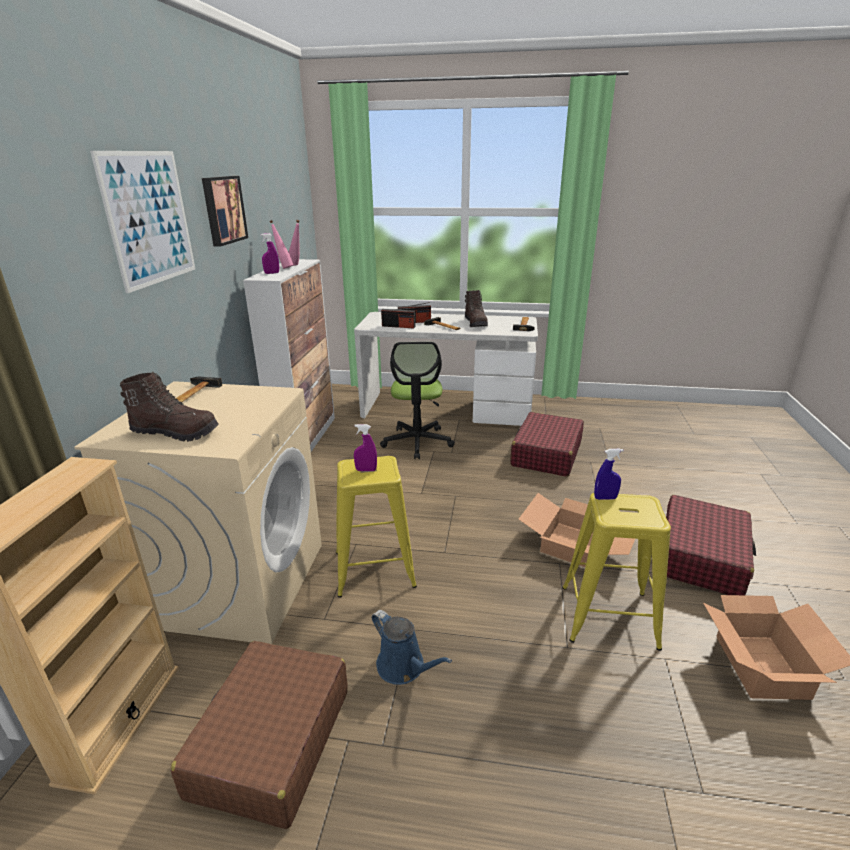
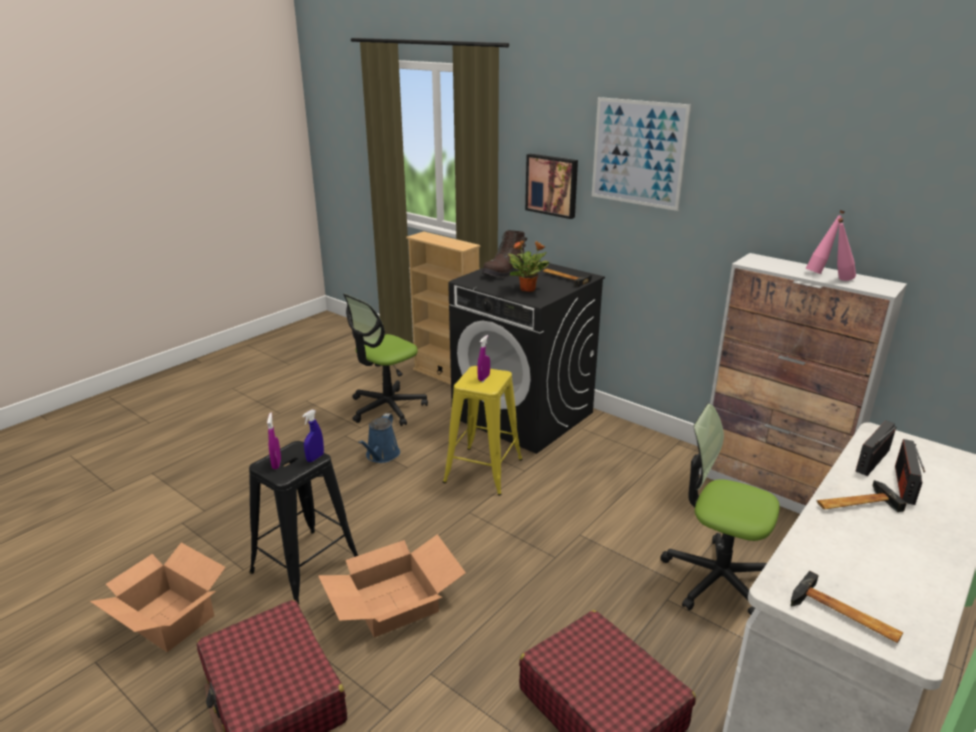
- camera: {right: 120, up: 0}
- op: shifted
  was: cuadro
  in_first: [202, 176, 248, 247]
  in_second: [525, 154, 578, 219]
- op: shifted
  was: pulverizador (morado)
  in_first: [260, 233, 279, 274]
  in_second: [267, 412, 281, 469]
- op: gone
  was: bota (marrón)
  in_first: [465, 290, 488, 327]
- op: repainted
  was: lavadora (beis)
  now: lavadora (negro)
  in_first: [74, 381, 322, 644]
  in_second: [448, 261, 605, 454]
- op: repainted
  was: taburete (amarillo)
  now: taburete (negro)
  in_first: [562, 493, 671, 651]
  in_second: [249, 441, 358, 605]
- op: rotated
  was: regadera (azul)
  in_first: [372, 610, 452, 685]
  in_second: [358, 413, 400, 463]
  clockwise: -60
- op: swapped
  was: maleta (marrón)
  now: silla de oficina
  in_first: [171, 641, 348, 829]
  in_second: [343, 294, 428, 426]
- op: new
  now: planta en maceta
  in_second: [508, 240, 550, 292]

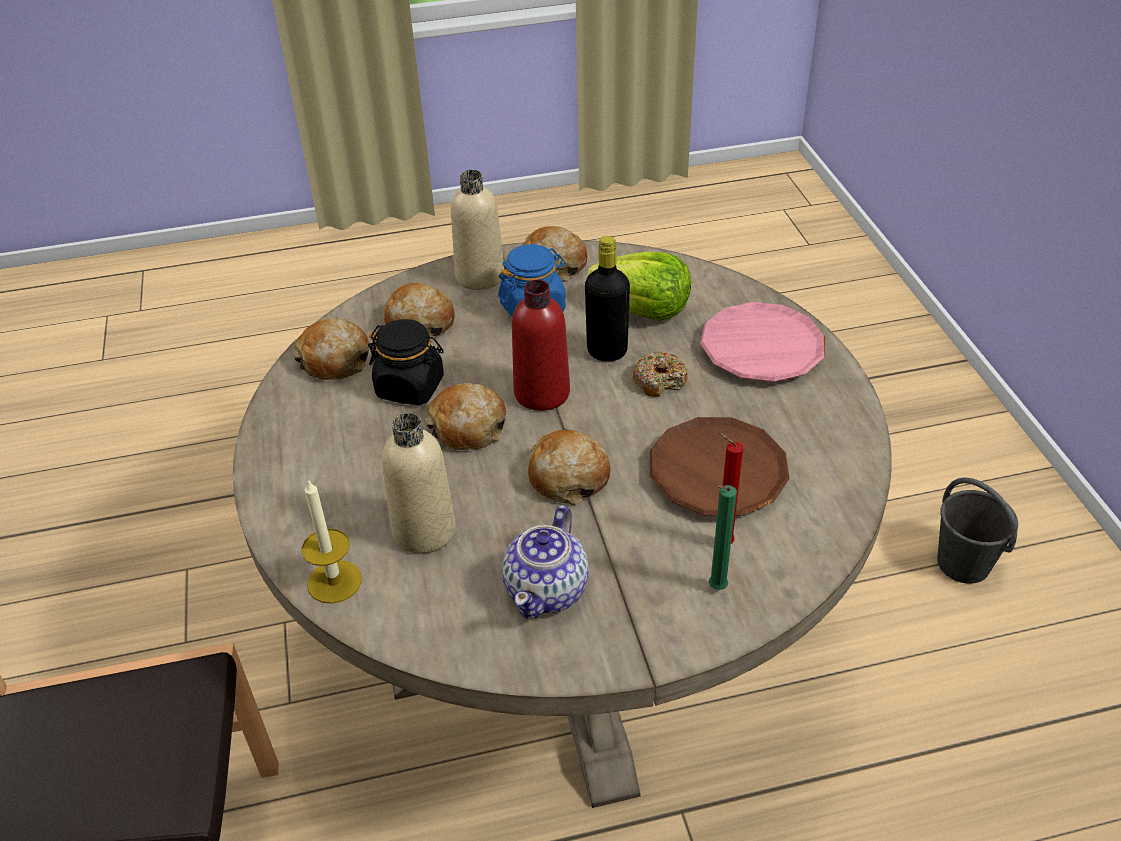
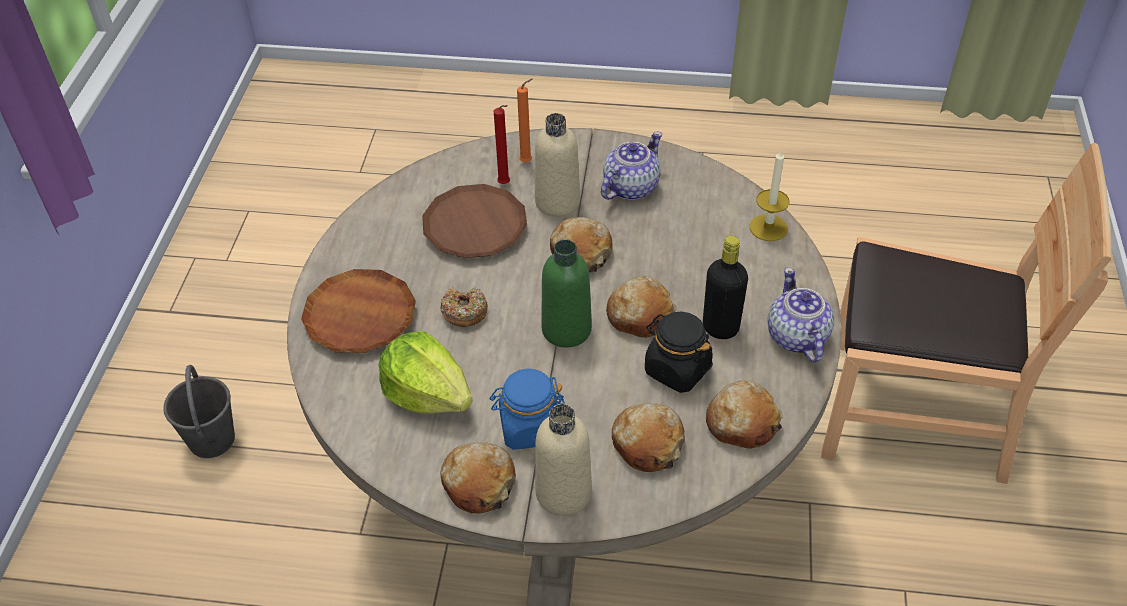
- camera: {right: -160, up: 5}
- op: shifted
  was: botella (negro)
  in_first: [585, 236, 630, 361]
  in_second: [703, 236, 748, 339]
- op: repainted
  was: botella (rojo)
  now: botella (verde)
  in_first: [512, 280, 570, 411]
  in_second: [541, 240, 592, 348]
- op: repainted
  was: plato (rosa)
  now: plato (marrón)
  in_first: [700, 302, 825, 382]
  in_second: [301, 269, 416, 353]
- op: shifted
  was: botella (beis)
  in_first: [382, 413, 456, 554]
  in_second: [535, 113, 580, 217]
- op: repainted
  was: vela (verde)
  now: vela (naranja)
  in_first: [709, 485, 737, 590]
  in_second: [517, 79, 532, 162]
- op: new
  now: tetera
  in_second: [768, 267, 834, 363]

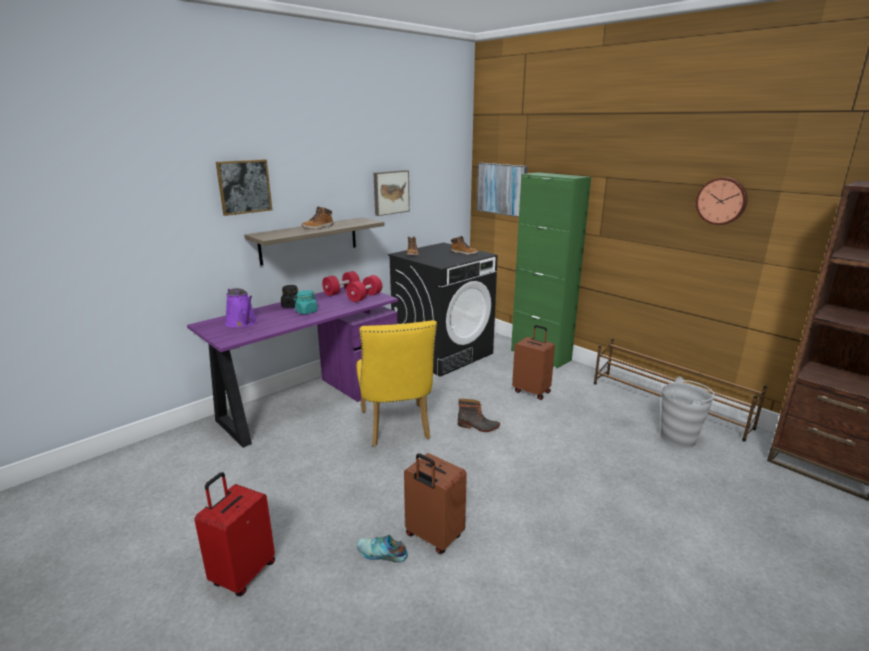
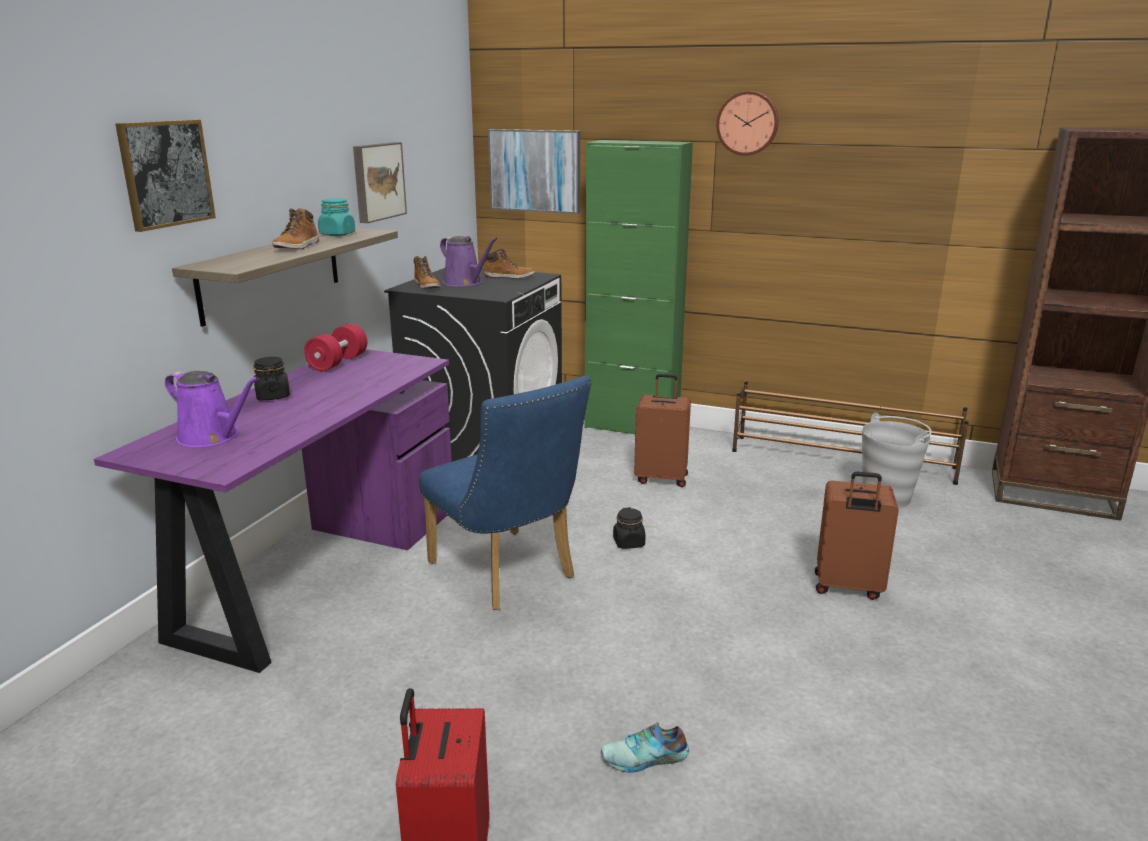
- camera: {right: -25, up: 0}
- op: shifted
  was: reloj de pared
  in_first: [696, 177, 747, 225]
  in_second: [716, 91, 779, 156]
- op: gone
  was: mancuerna (rojo)
  in_first: [346, 275, 382, 302]
- op: shifted
  was: tarro (turquesa)
  in_first: [294, 290, 318, 314]
  in_second: [318, 198, 355, 236]
- op: repainted
  was: silla (amarillo)
  now: silla (azul)
  in_first: [357, 320, 437, 446]
  in_second: [419, 376, 592, 610]
- op: swapped
  was: bota
  now: tarro (negro)
  in_first: [458, 399, 500, 432]
  in_second: [613, 507, 645, 549]
- op: shifted
  was: maleta (marrón)
  in_first: [404, 453, 467, 554]
  in_second: [815, 472, 899, 600]
- op: new
  now: regadera (morado)
  in_second: [440, 236, 498, 287]

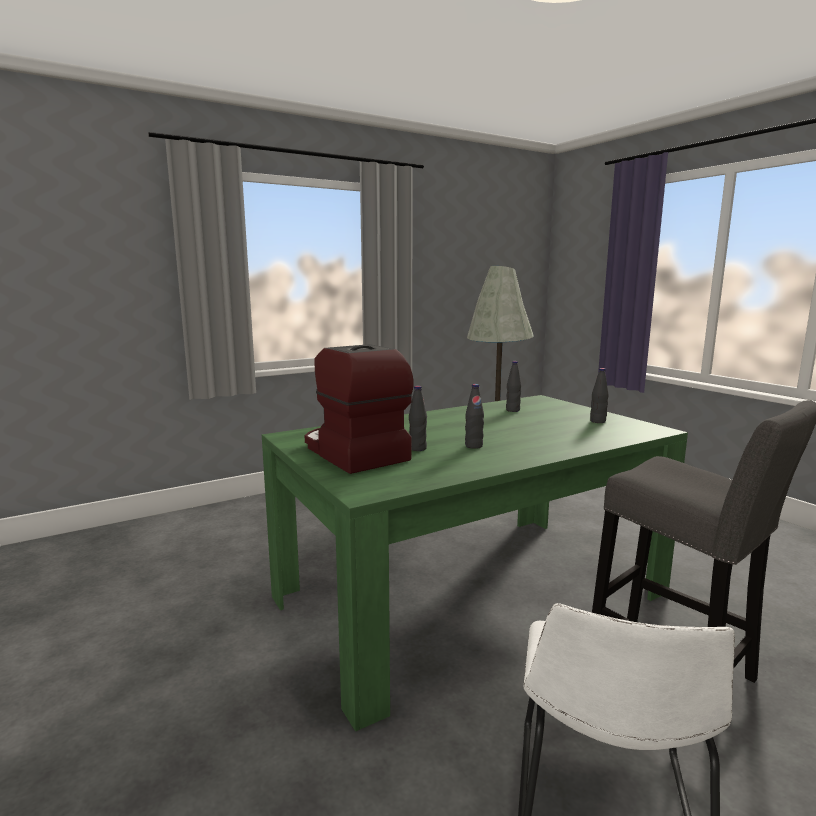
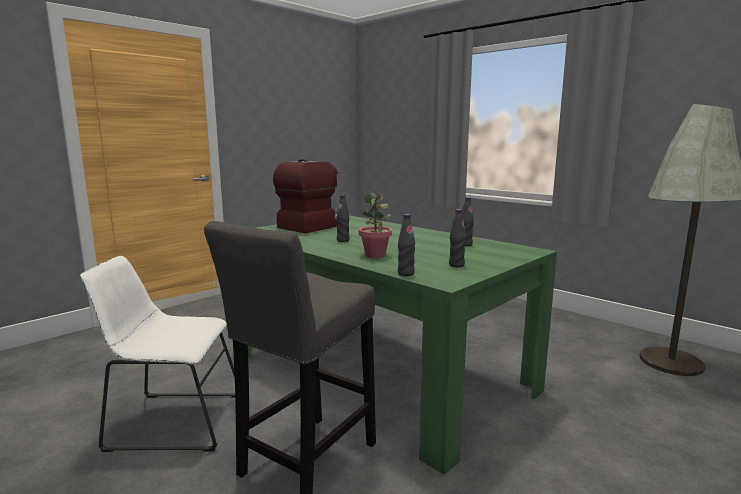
- camera: {right: 75, up: 0}
- op: shifted
  was: botella (negro)
  in_first: [409, 386, 427, 451]
  in_second: [398, 214, 415, 276]
- op: new
  now: planta en maceta
  in_second: [359, 193, 392, 258]

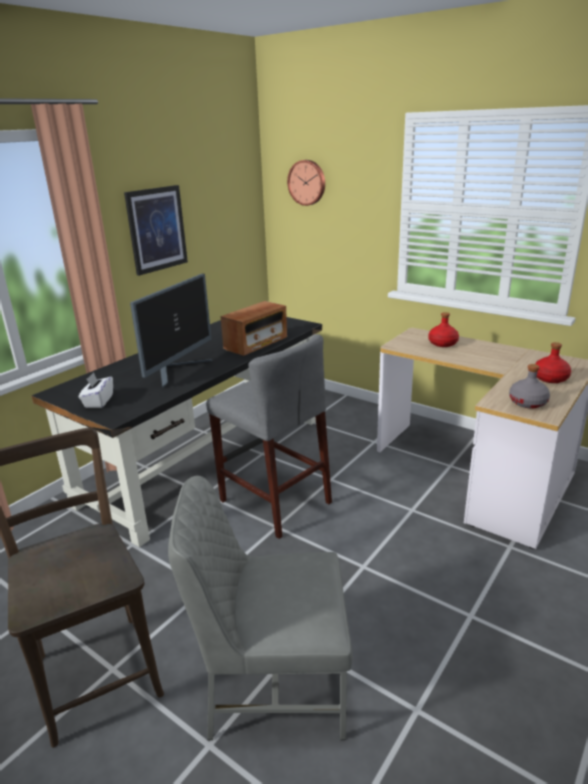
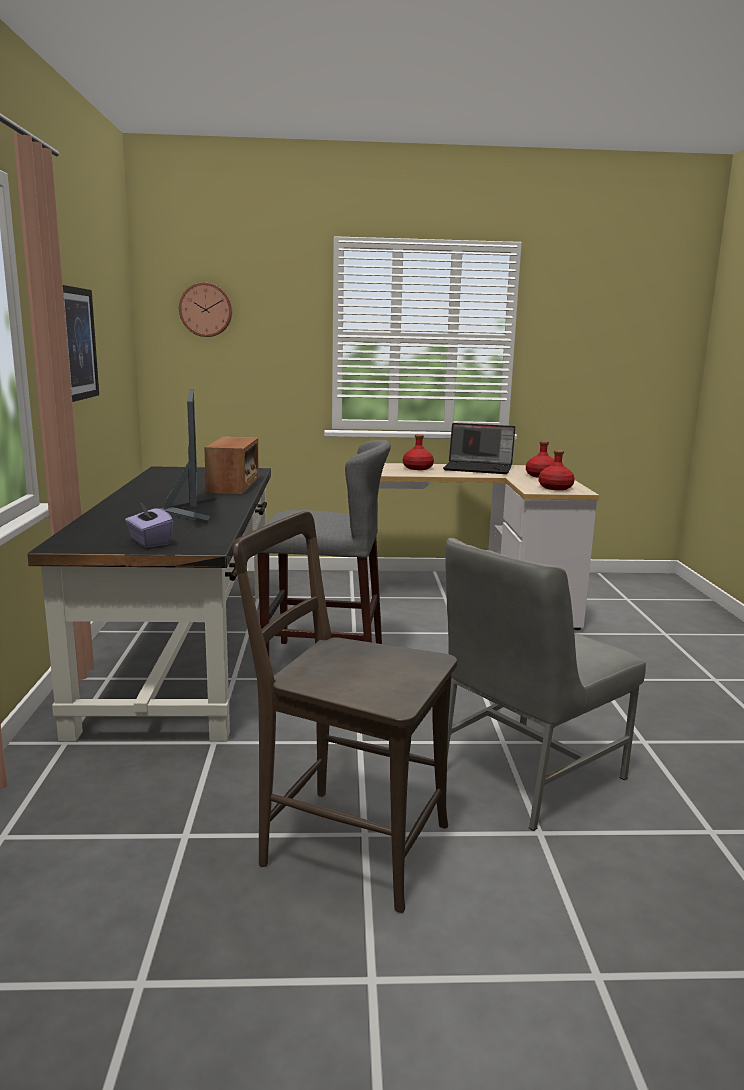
- camera: {right: -40, up: -10}
- op: repainted
  was: botella (gris)
  now: botella (rojo)
  in_first: [509, 364, 550, 409]
  in_second: [539, 450, 575, 490]
- op: repainted
  was: caja de pañuelos (blanco)
  now: caja de pañuelos (morado)
  in_first: [79, 372, 113, 408]
  in_second: [125, 501, 173, 548]
- op: new
  now: portátil
  in_second: [443, 423, 515, 474]

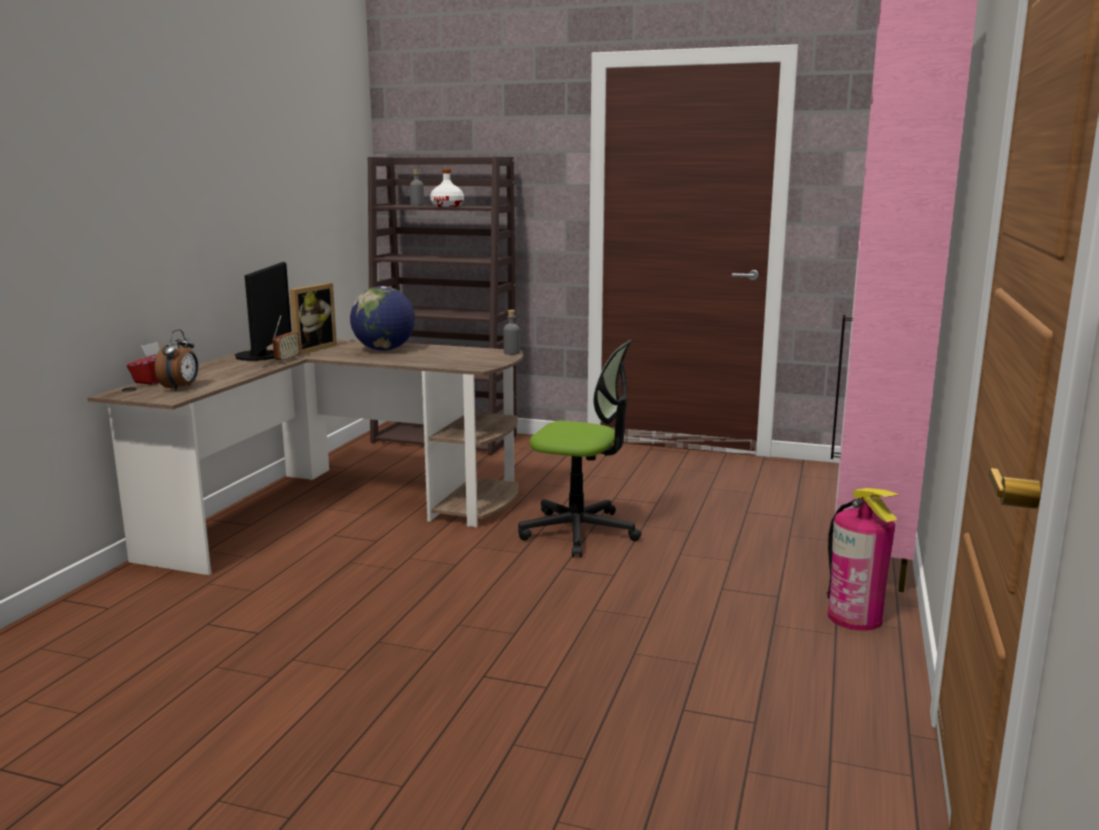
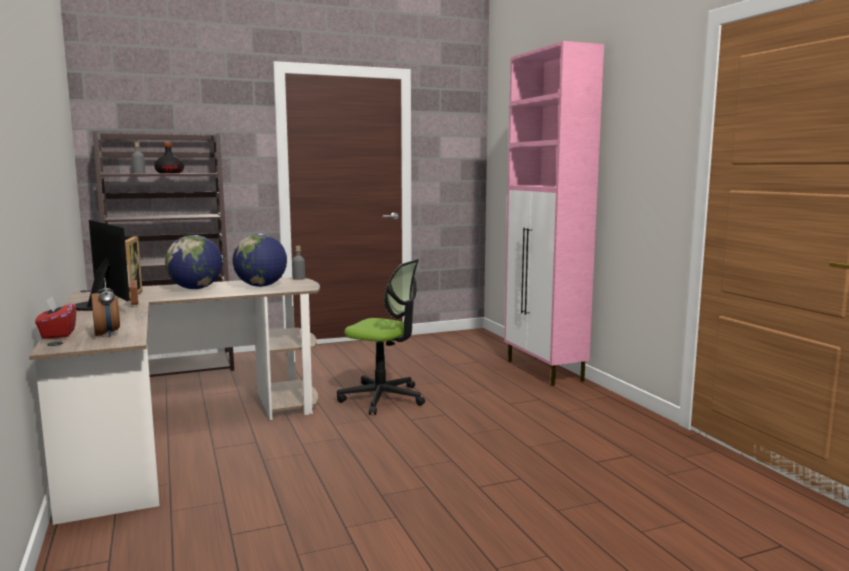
- camera: {right: -40, up: -5}
- op: repainted
  was: botella (blanco)
  now: botella (negro)
  in_first: [430, 169, 464, 207]
  in_second: [154, 143, 184, 174]
- op: rotated
  was: silla de oficina
  in_first: [518, 340, 641, 557]
  in_second: [337, 259, 425, 415]
  clockwise: 45
- op: gone
  was: extintor
  in_first: [827, 488, 898, 631]
- op: new
  now: globo terráqueo
  in_second: [232, 233, 287, 287]

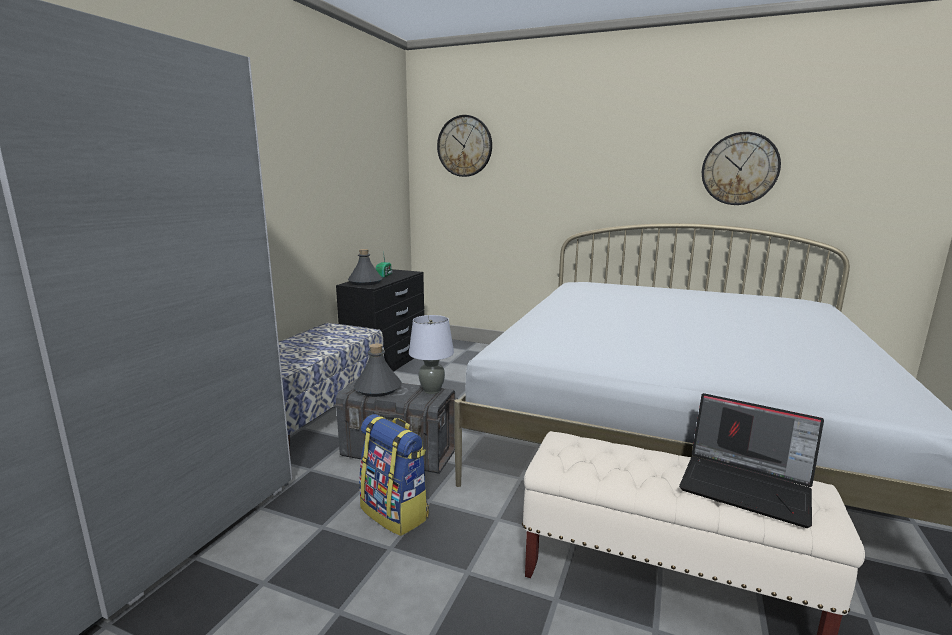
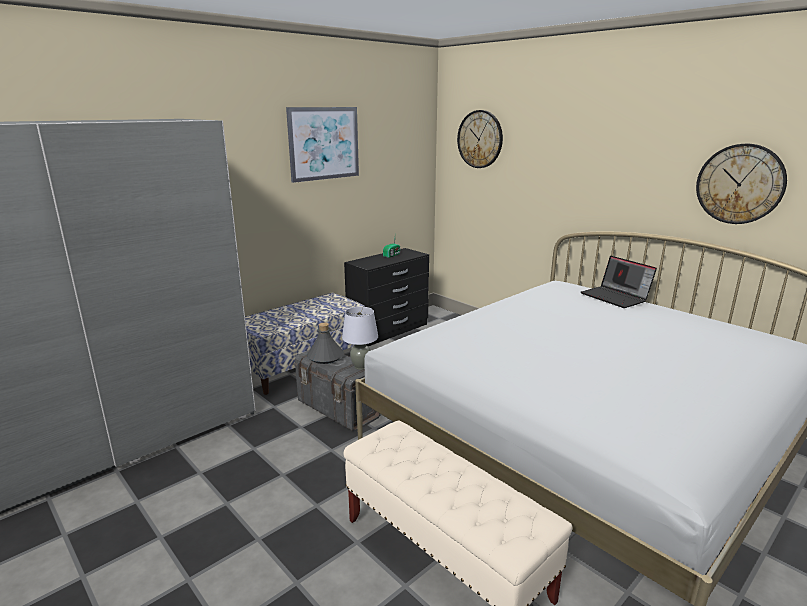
- camera: {right: 25, up: 5}
- op: gone
  was: botella (gris)
  in_first: [348, 249, 383, 285]
- op: shifted
  was: portátil
  in_first: [679, 393, 824, 528]
  in_second: [581, 256, 657, 308]
- op: gone
  was: mochila
  in_first: [359, 414, 429, 536]
- op: new
  now: cuadro
  in_second: [286, 107, 359, 183]

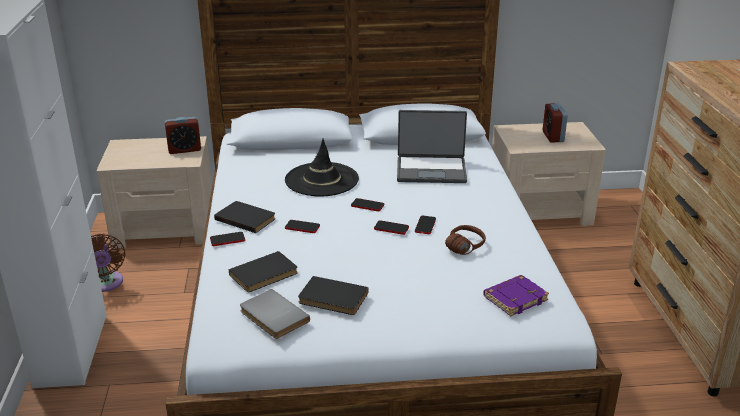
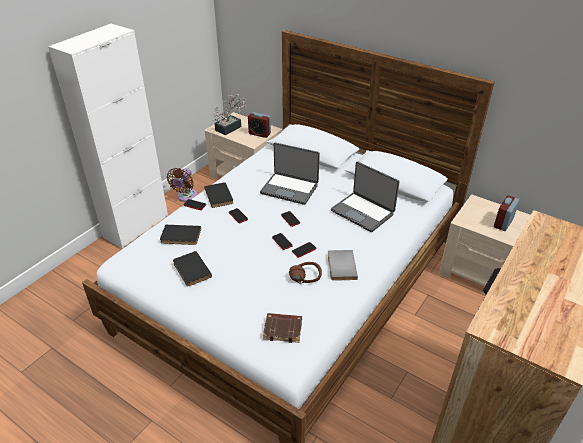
- camera: {right: 40, up: 10}
- op: swapped
  was: sombrero (negro)
  now: portátil
  in_first: [285, 139, 359, 197]
  in_second: [260, 143, 320, 205]
- op: repainted
  was: libro (morado)
  now: libro (marrón)
  in_first: [483, 275, 549, 316]
  in_second: [263, 313, 302, 343]
- op: shifted
  was: libro (gris)
  in_first: [240, 289, 310, 339]
  in_second: [328, 250, 358, 281]
- op: new
  now: planta en maceta
  in_second: [213, 94, 247, 135]

